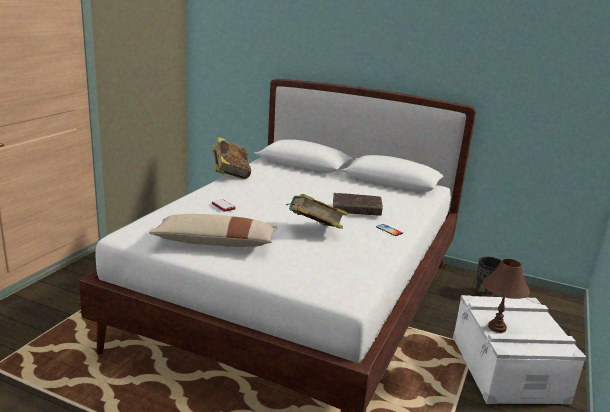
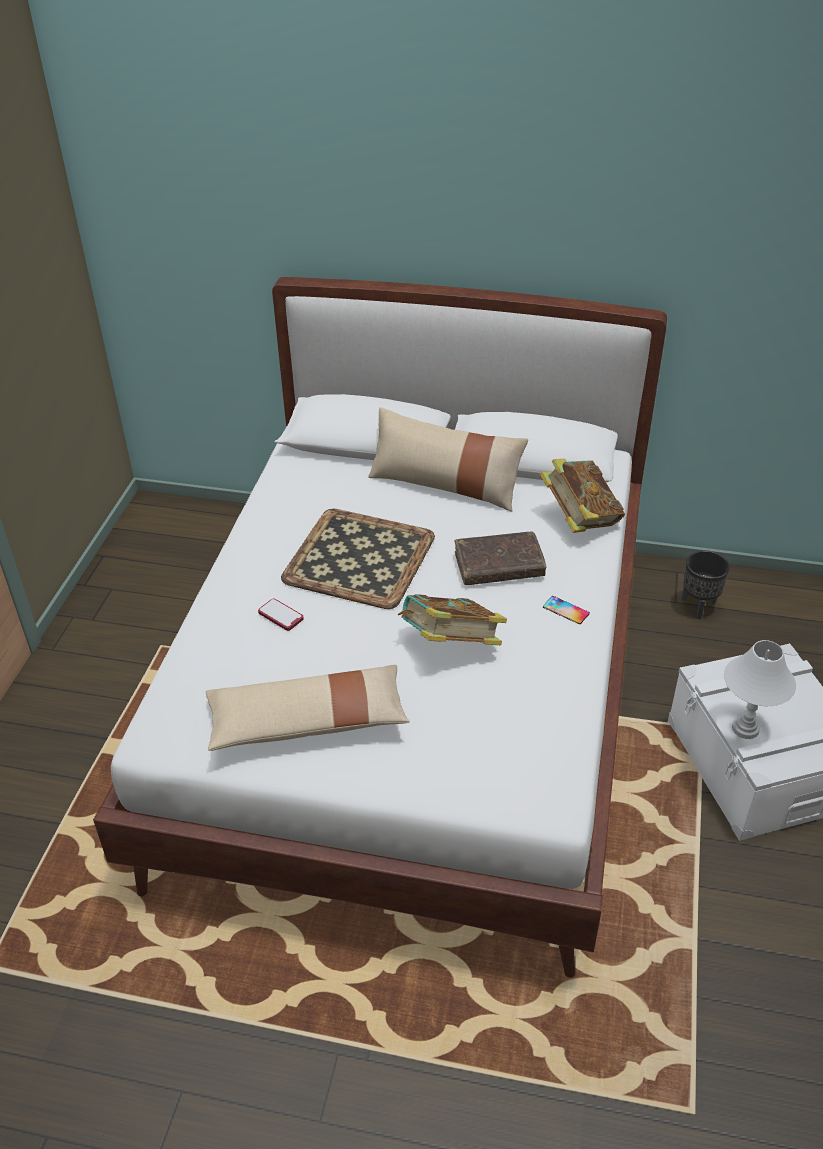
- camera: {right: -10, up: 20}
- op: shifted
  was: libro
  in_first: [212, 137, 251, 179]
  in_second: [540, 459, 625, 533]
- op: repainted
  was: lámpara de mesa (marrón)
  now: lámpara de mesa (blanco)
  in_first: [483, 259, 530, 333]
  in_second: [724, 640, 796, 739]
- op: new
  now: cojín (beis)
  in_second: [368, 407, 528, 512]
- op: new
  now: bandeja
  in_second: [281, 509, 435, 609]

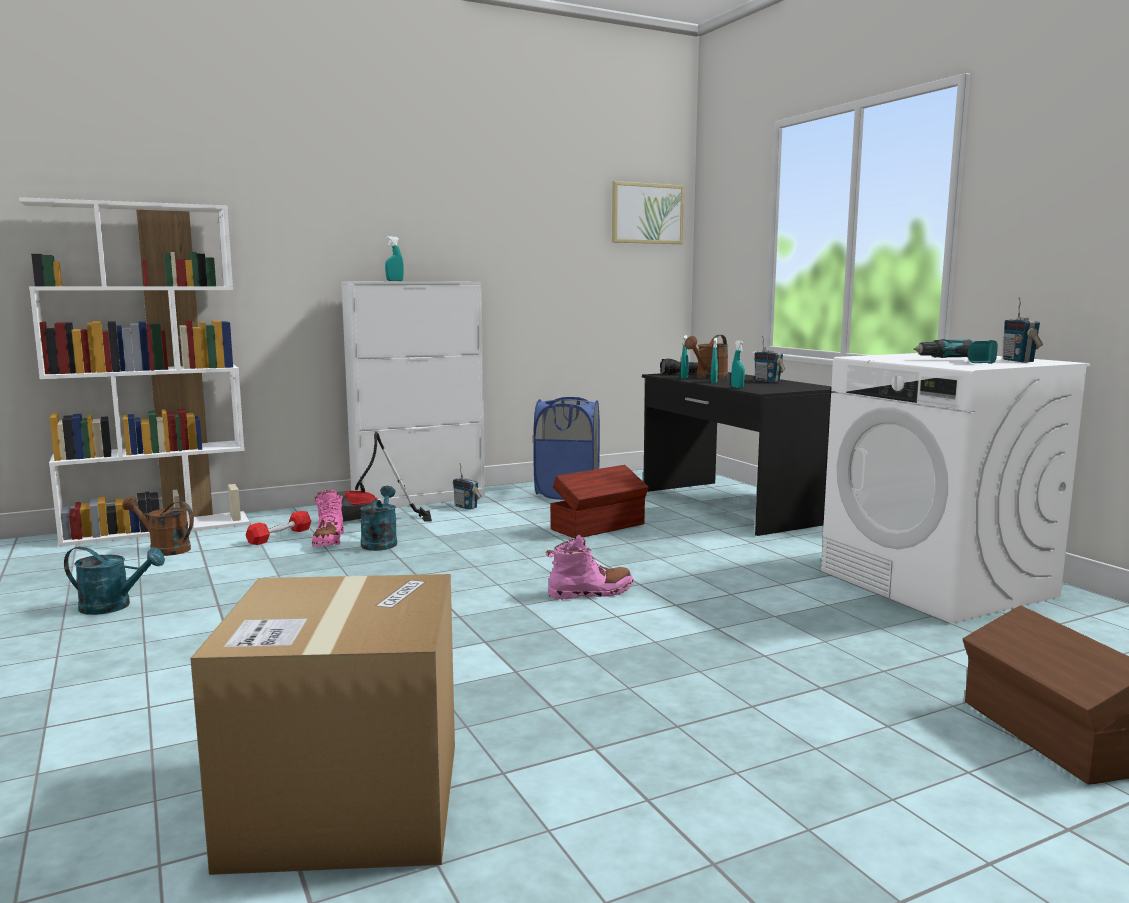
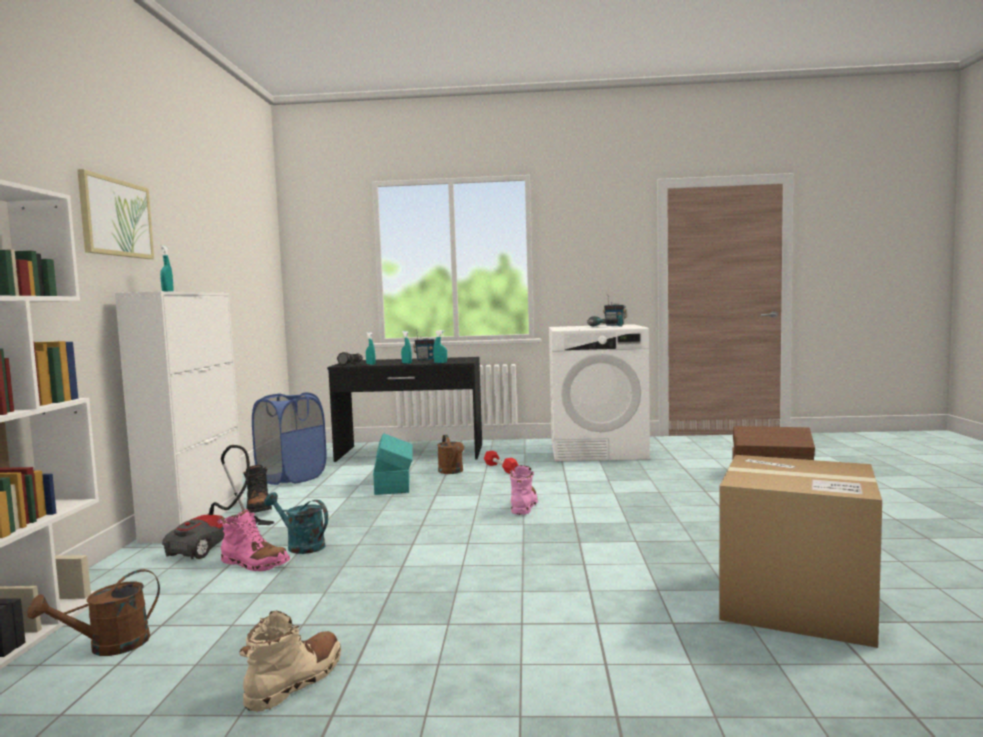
- camera: {right: -60, up: -5}
- op: shifted
  was: cuadro
  in_first: [612, 181, 684, 244]
  in_second: [77, 169, 154, 259]
- op: shifted
  was: regadera (marrón)
  in_first: [684, 335, 728, 379]
  in_second: [437, 435, 464, 474]
- op: swapped
  was: radio
  now: bota (negro)
  in_first: [453, 463, 481, 510]
  in_second: [243, 465, 272, 513]
- op: repainted
  was: caja de almacenaje (marrón)
  now: caja de almacenaje (turquesa)
  in_first: [551, 465, 649, 539]
  in_second: [373, 433, 413, 495]
- op: shifted
  was: mancuerna (rojo)
  in_first: [246, 511, 311, 545]
  in_second: [484, 451, 518, 474]
- op: swapped
  was: regadera (turquesa)
  now: bota (beis)
  in_first: [64, 547, 165, 615]
  in_second: [239, 611, 341, 712]

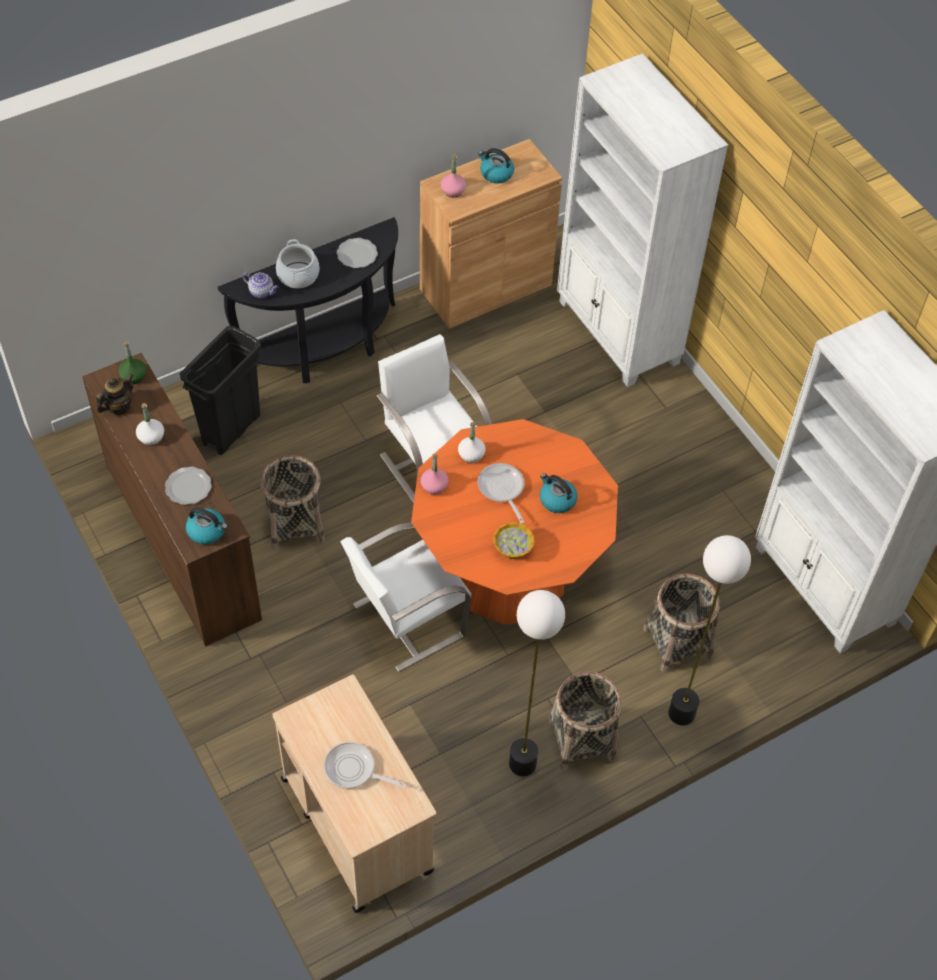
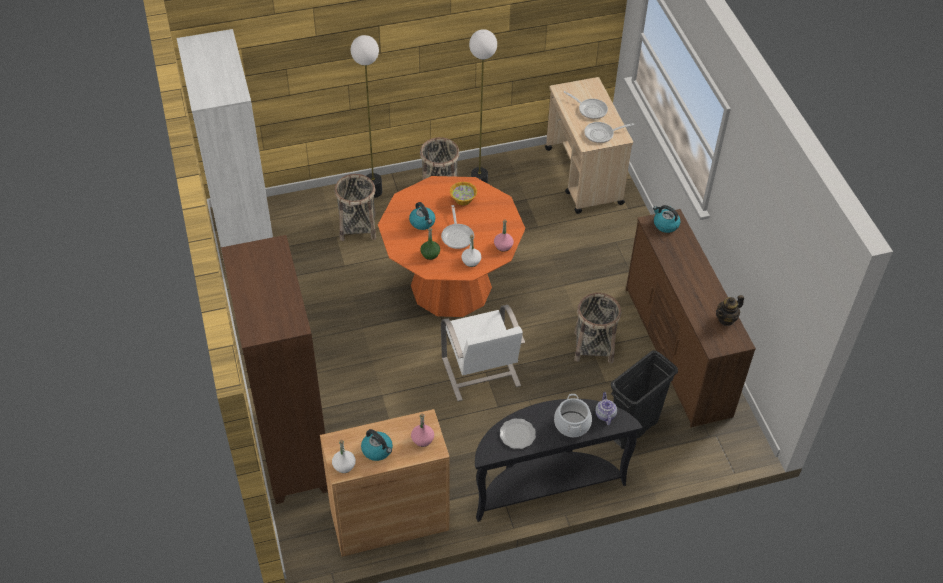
- camera: {right: -165, up: -5}
- op: repainted
  was: estantería (blanco)
  now: estantería (marrón)
  in_first: [557, 53, 728, 387]
  in_second: [221, 235, 328, 504]
- op: rotated
  was: tetera
  in_first: [242, 273, 279, 298]
  in_second: [595, 392, 617, 425]
  clockwise: 45
- op: shifted
  was: botella (verde)
  in_first: [119, 342, 146, 384]
  in_second: [420, 227, 440, 260]
- op: shifted
  was: botella (blanco)
  in_first: [136, 403, 164, 446]
  in_second: [332, 440, 356, 473]
- op: gone
  was: plato
  in_first: [165, 467, 212, 505]
- op: gone
  was: silla (blanco)
  in_first: [341, 523, 471, 672]
- op: new
  now: sartén
  in_second: [584, 122, 634, 143]

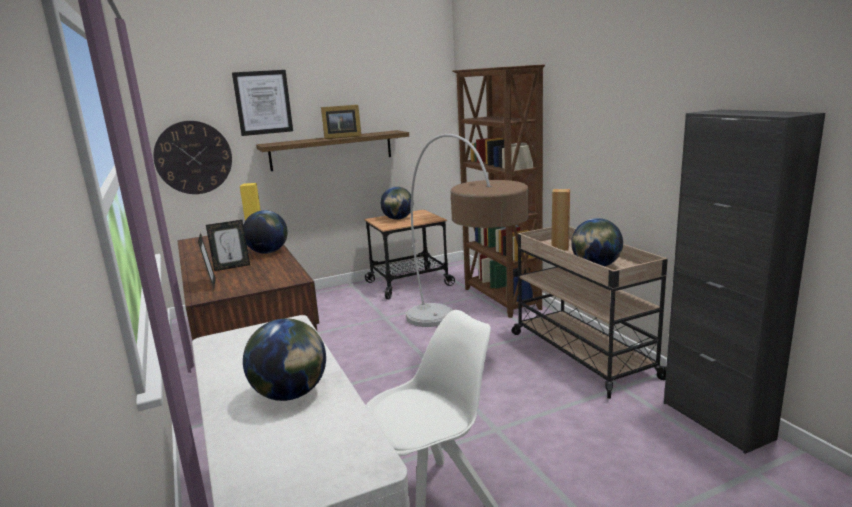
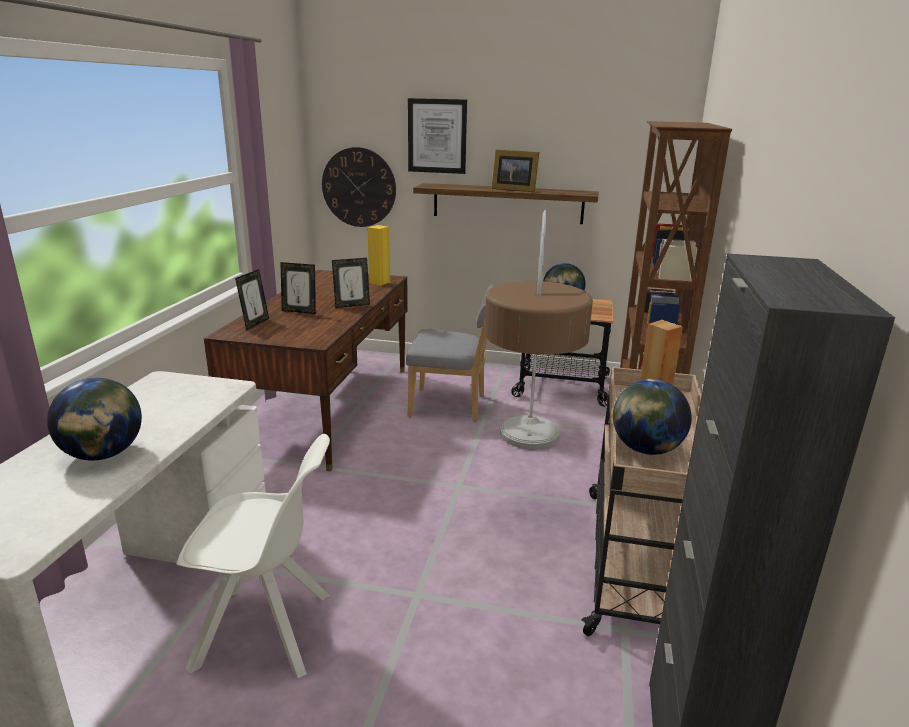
- camera: {right: 35, up: 5}
- op: swapped
  was: globo terráqueo
  now: portarretratos
  in_first: [243, 210, 288, 254]
  in_second: [332, 258, 370, 308]
- op: new
  now: silla (gris)
  in_second: [406, 285, 494, 422]

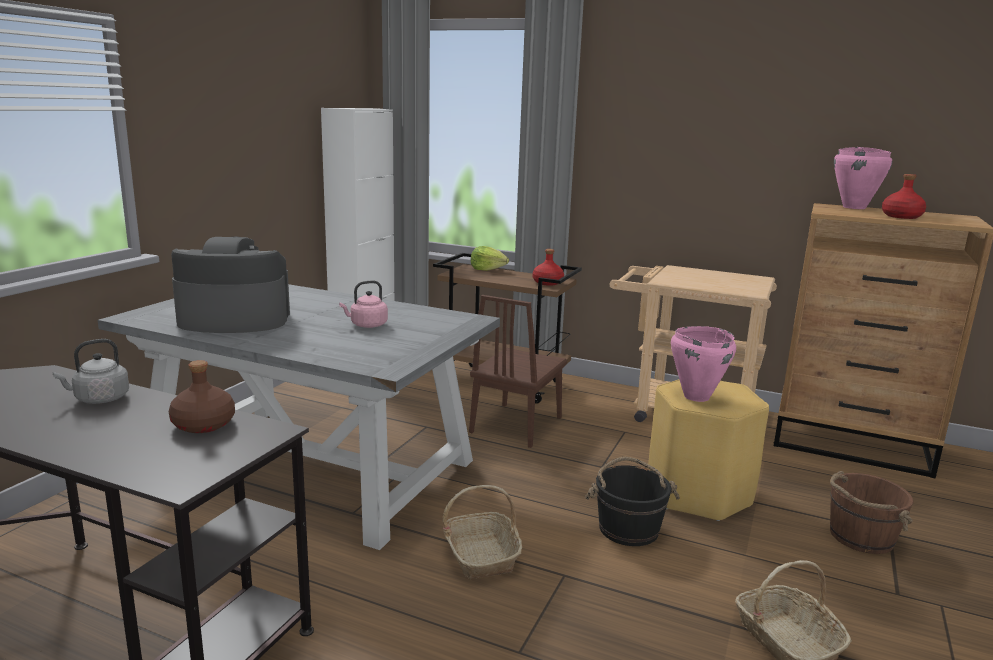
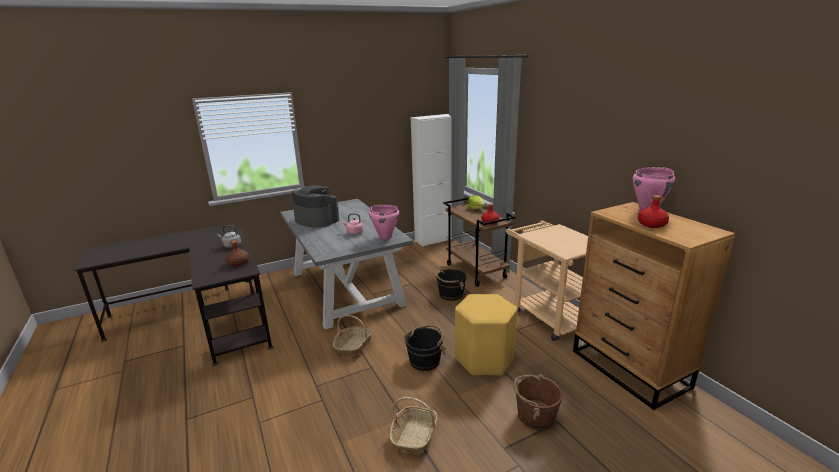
- camera: {right: 40, up: 5}
- op: swapped
  was: silla (marrón)
  now: cubo (negro)
  in_first: [469, 295, 567, 448]
  in_second: [435, 269, 466, 301]
- op: shifted
  was: olla (rosa)
  in_first: [671, 326, 736, 402]
  in_second: [369, 205, 399, 240]

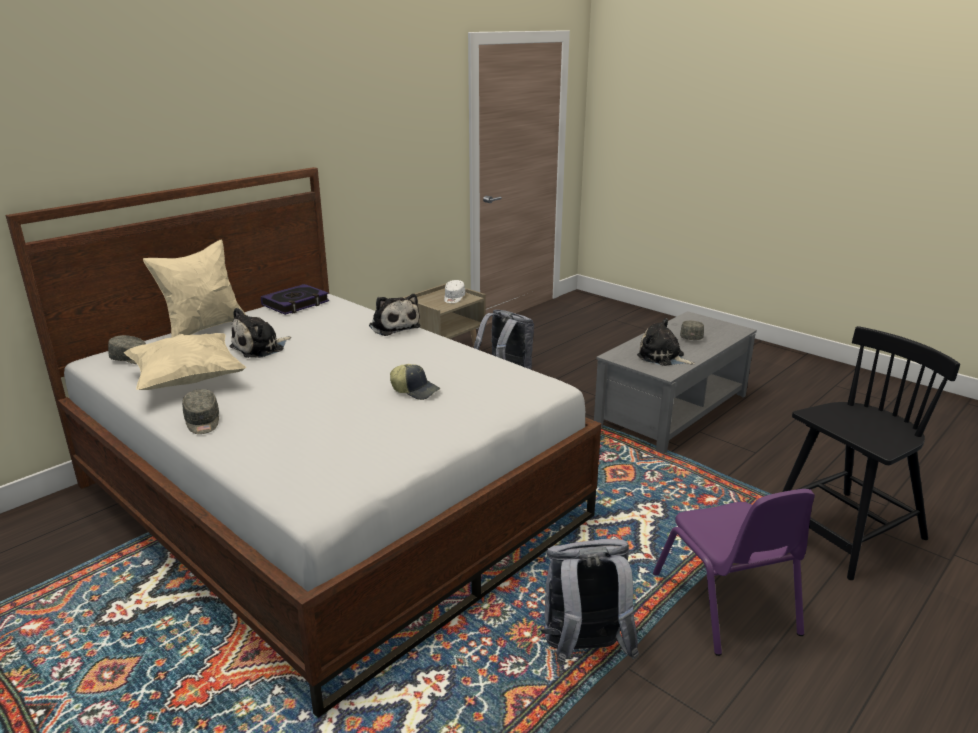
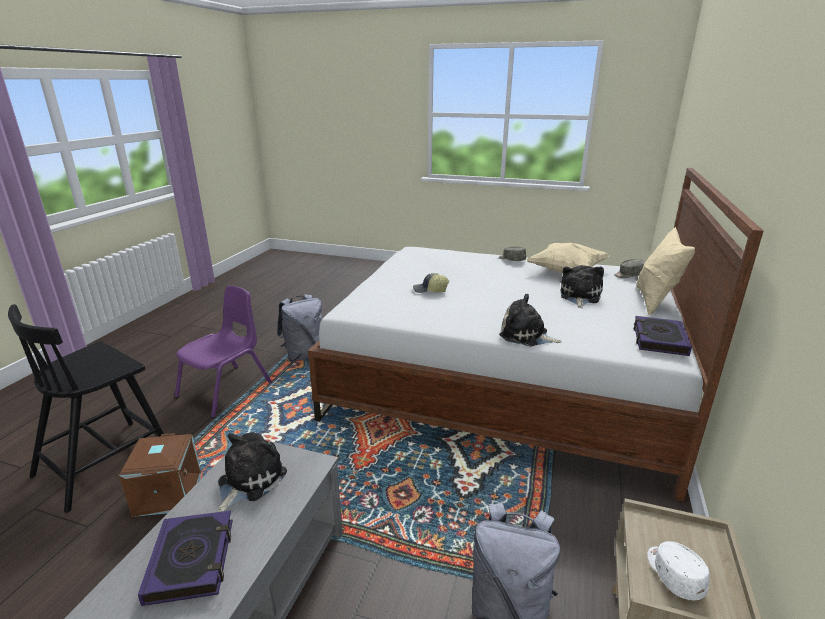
- camera: {right: 155, up: 0}
- op: rotated
  was: peluche
  in_first: [637, 318, 695, 366]
  in_second: [218, 432, 287, 512]
  clockwise: -75
- op: swapped
  was: gorra (gris)
  now: libro
  in_first: [680, 321, 704, 340]
  in_second: [138, 511, 233, 606]
- op: rotated
  was: silla (morado)
  in_first: [653, 489, 815, 656]
  in_second: [175, 285, 272, 418]
  clockwise: 75
- op: new
  now: caja de almacenaje (marrón)
  in_second: [119, 433, 201, 517]

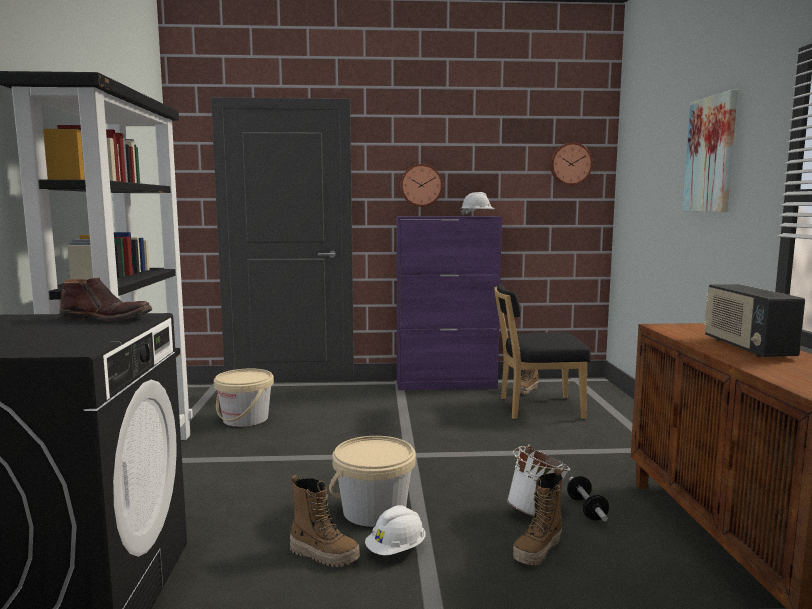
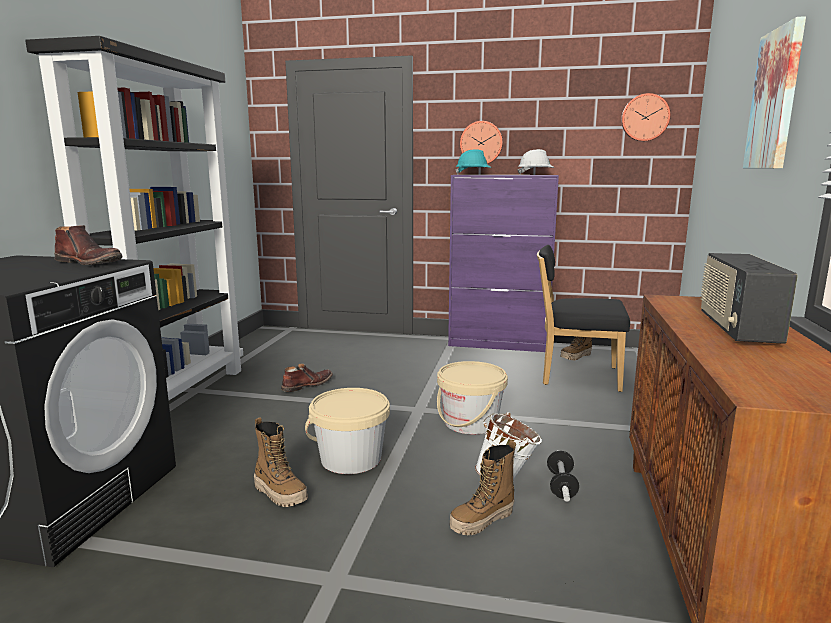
- camera: {right: 15, up: 5}
- op: shifted
  was: cubo (beis)
  in_first: [214, 368, 274, 427]
  in_second: [437, 361, 508, 434]
- op: gone
  was: casco (blanco)
  in_first: [365, 505, 426, 555]
- op: new
  now: casco (turquesa)
  in_second: [455, 149, 492, 175]
- op: new
  now: bota (marrón)
  in_second: [281, 363, 333, 392]

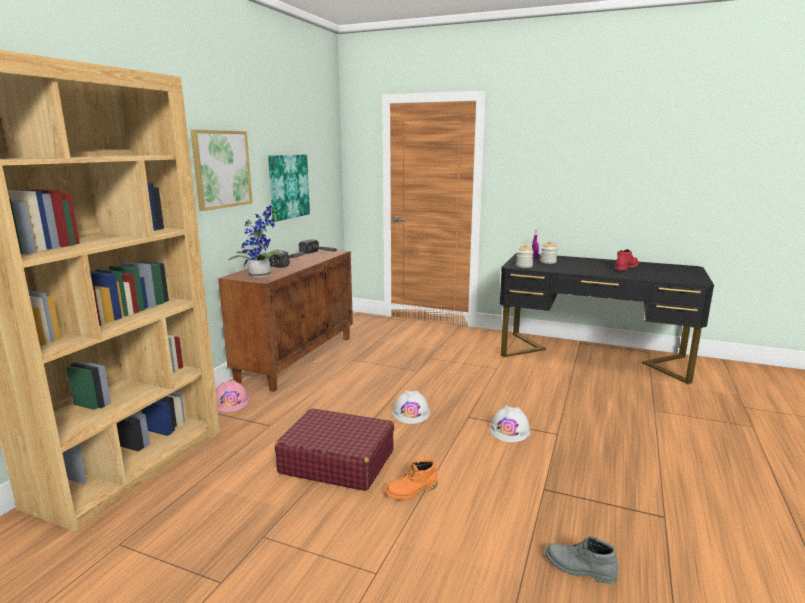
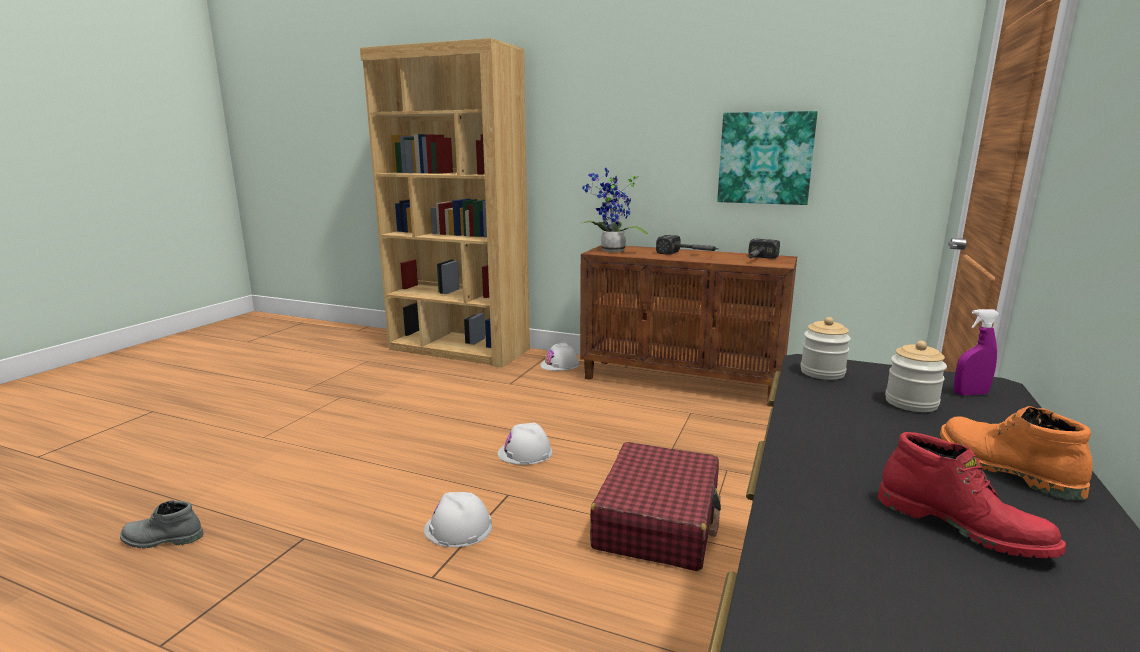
- camera: {right: 90, up: 0}
- op: gone
  was: cuadro
  in_first: [191, 130, 252, 211]
- op: repainted
  was: casco (rosa)
  now: casco (blanco)
  in_first: [216, 380, 249, 412]
  in_second: [540, 343, 579, 371]
- op: shifted
  was: maleta (rojo)
  in_first: [275, 409, 394, 491]
  in_second: [590, 442, 721, 571]
- op: shifted
  was: bota (naranja)
  in_first: [385, 459, 437, 500]
  in_second: [940, 406, 1093, 500]
- op: rotated
  was: bota (gris)
  in_first: [545, 536, 618, 584]
  in_second: [120, 500, 204, 548]
  clockwise: -120

